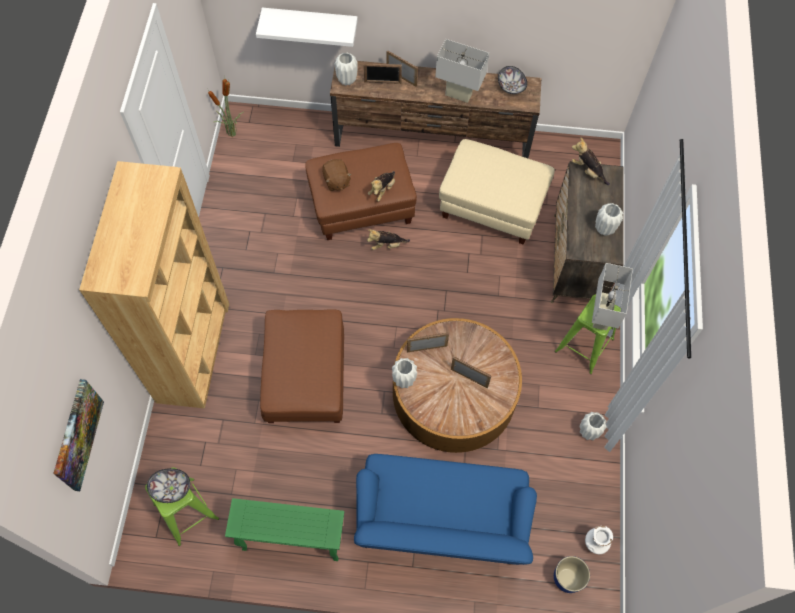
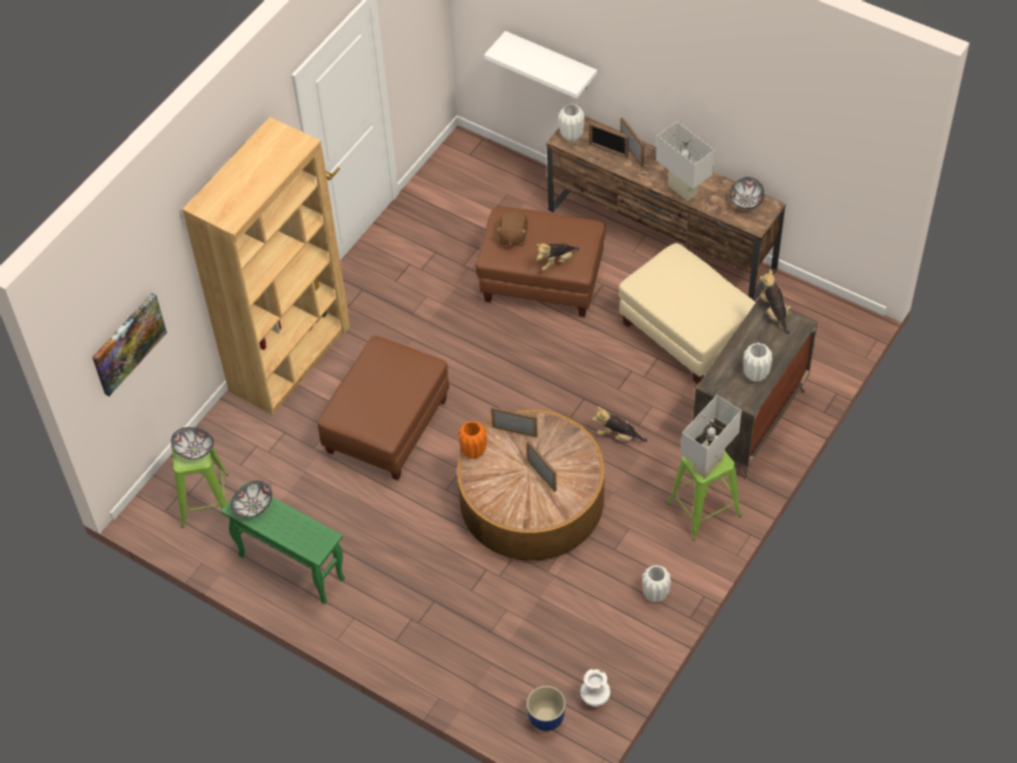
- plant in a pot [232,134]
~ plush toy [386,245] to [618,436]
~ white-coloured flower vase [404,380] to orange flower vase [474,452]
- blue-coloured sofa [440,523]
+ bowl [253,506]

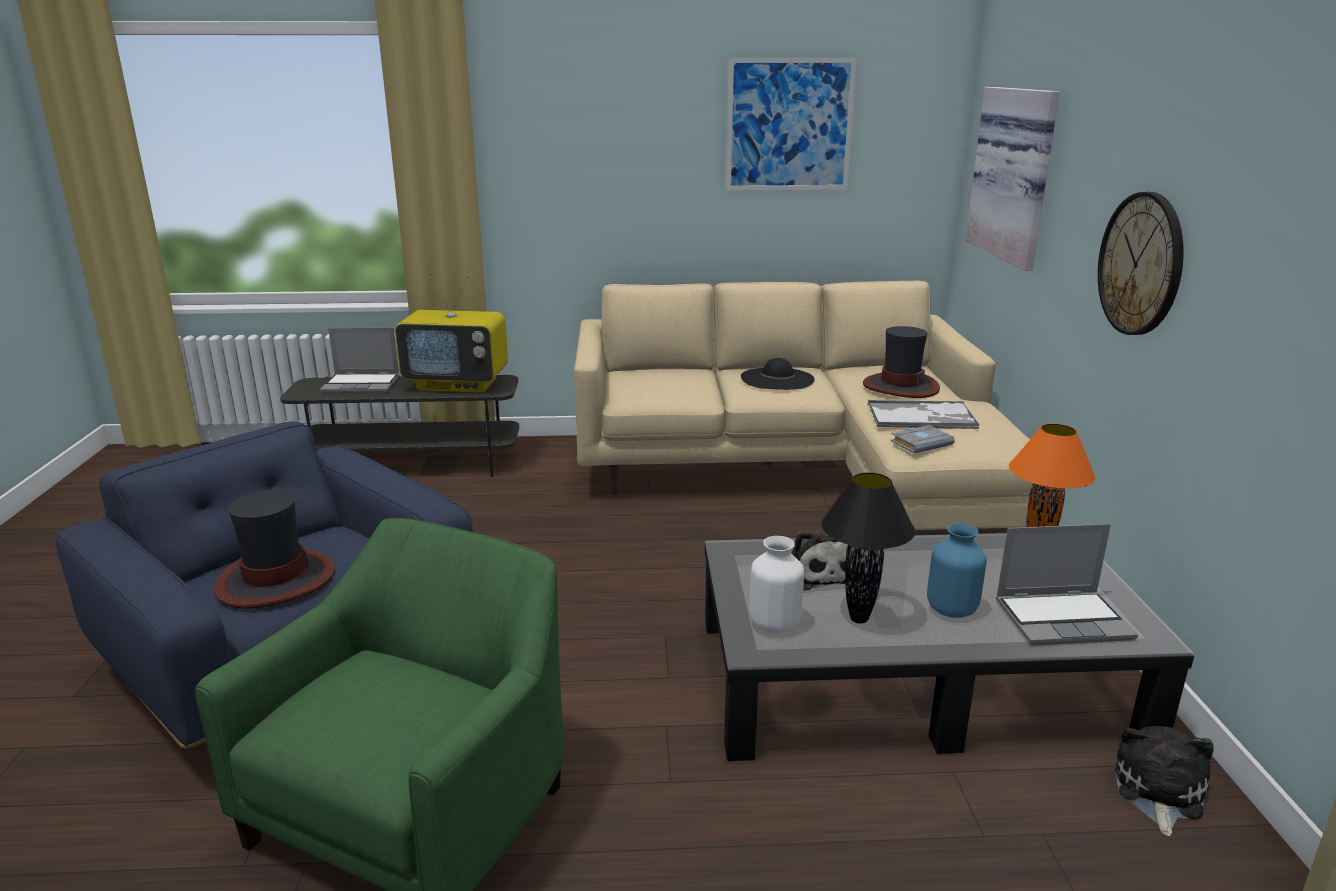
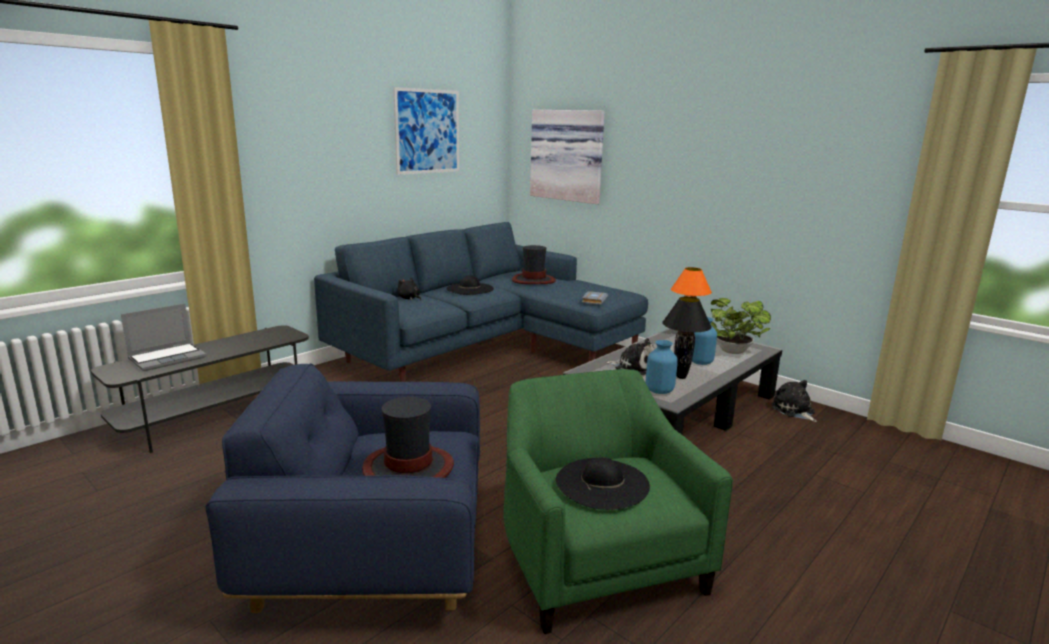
- wall clock [1141,264]
- TV [458,384]
~ beige sofa [800,477] to blue-coloured sofa [485,349]
- serving tray [922,416]
~ laptop [1063,619] to plant in a pot [734,352]
~ white-coloured flower vase [774,624] to blue-coloured flower vase [659,390]
+ blackish plush toy [409,298]
+ blackish wearable hat [602,483]

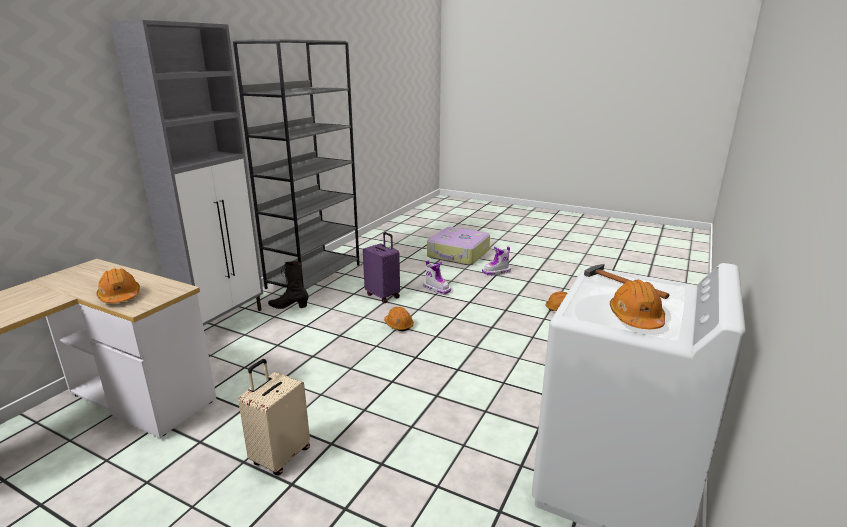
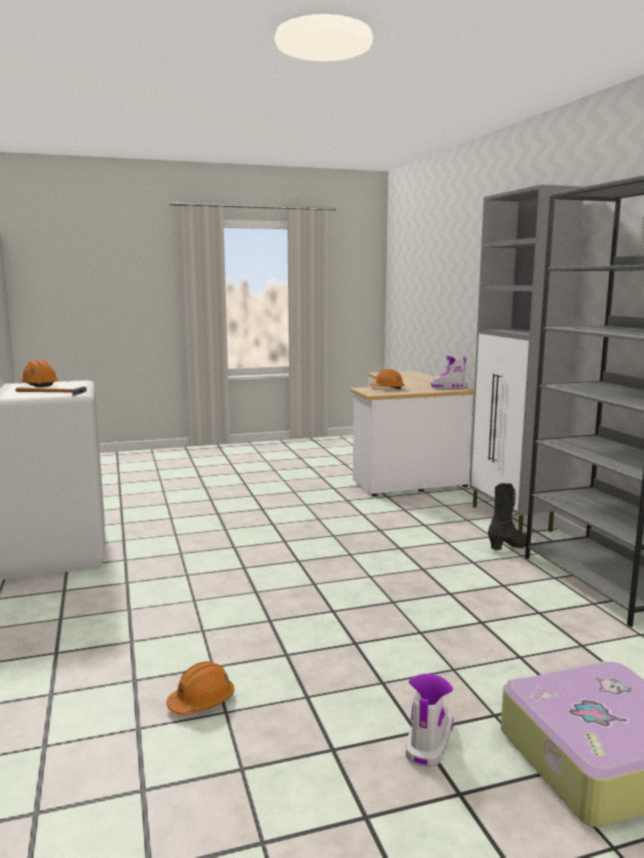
- purplish suitcase [383,295]
~ high-top boot [436,289] to [449,387]
- orange safety helmet [398,325]
- beige suitcase [280,456]

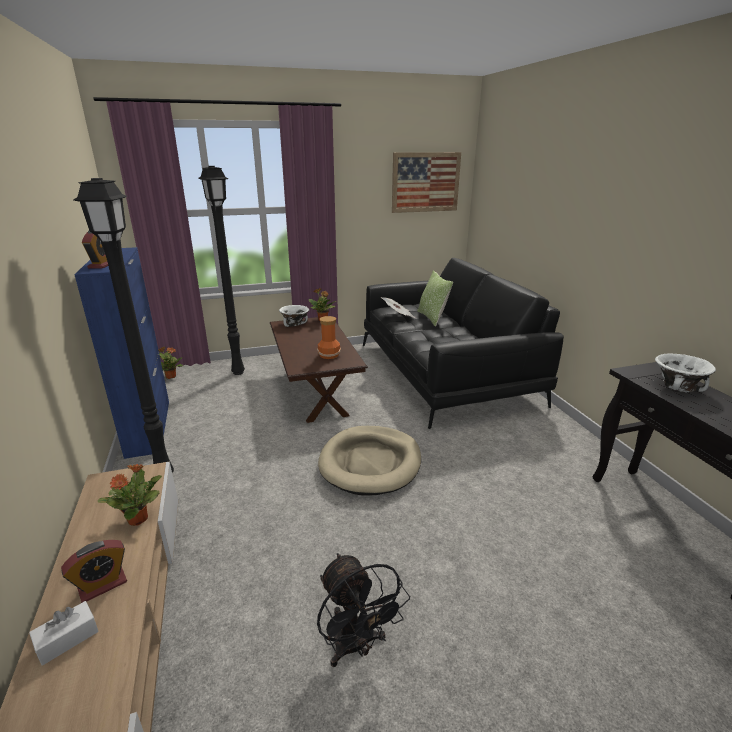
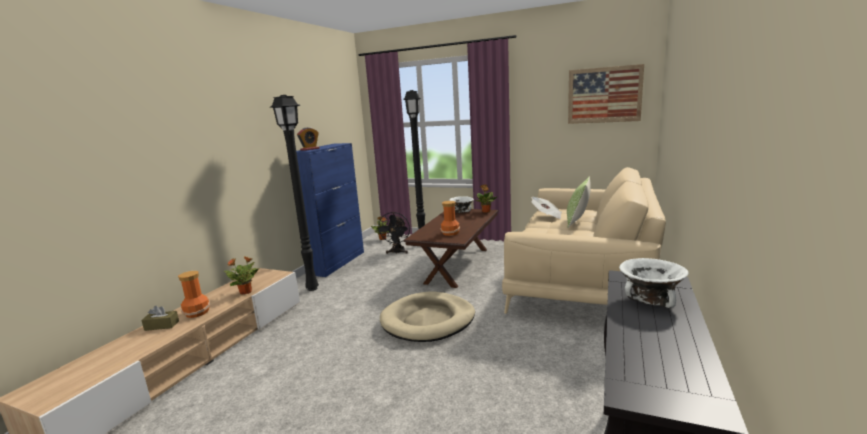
~ blackish sofa [445,373] to beige sofa [582,278]
~ table clock [102,585] to flower vase [197,312]
~ blackish cooling fan [356,646] to [397,252]
~ white-coloured box of tissues [67,639] to brown-coloured box of tissues [162,325]

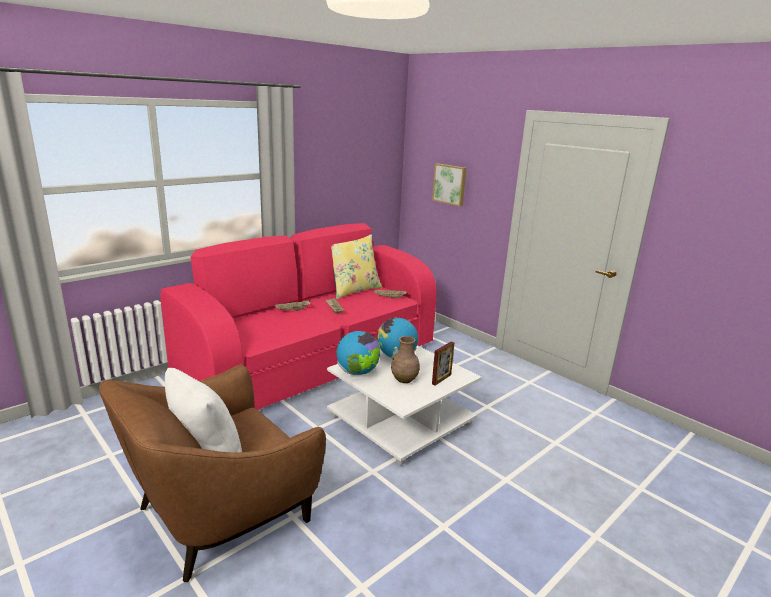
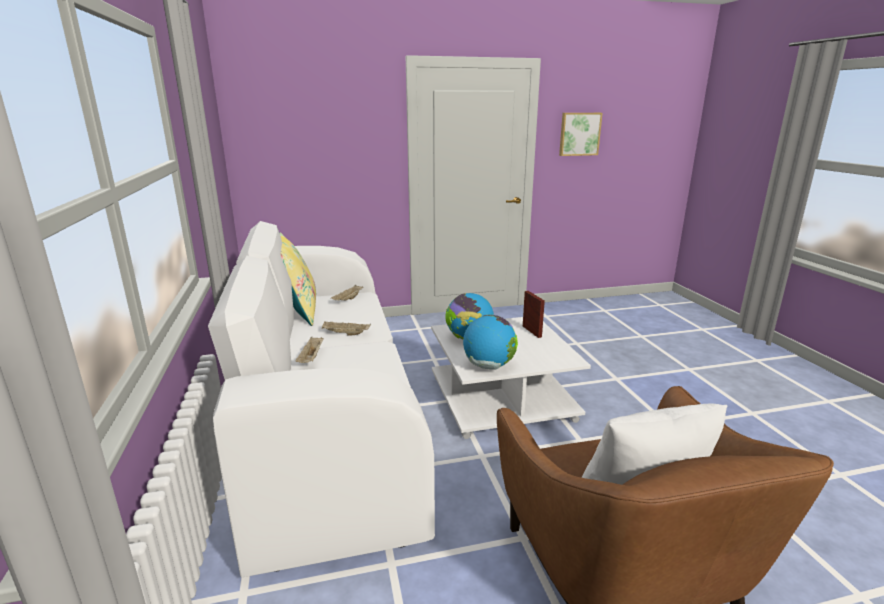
~ wall picture [450,184] to [579,134]
~ pink sofa [314,362] to white-coloured sofa [329,420]
- brown-coloured flower vase [404,379]

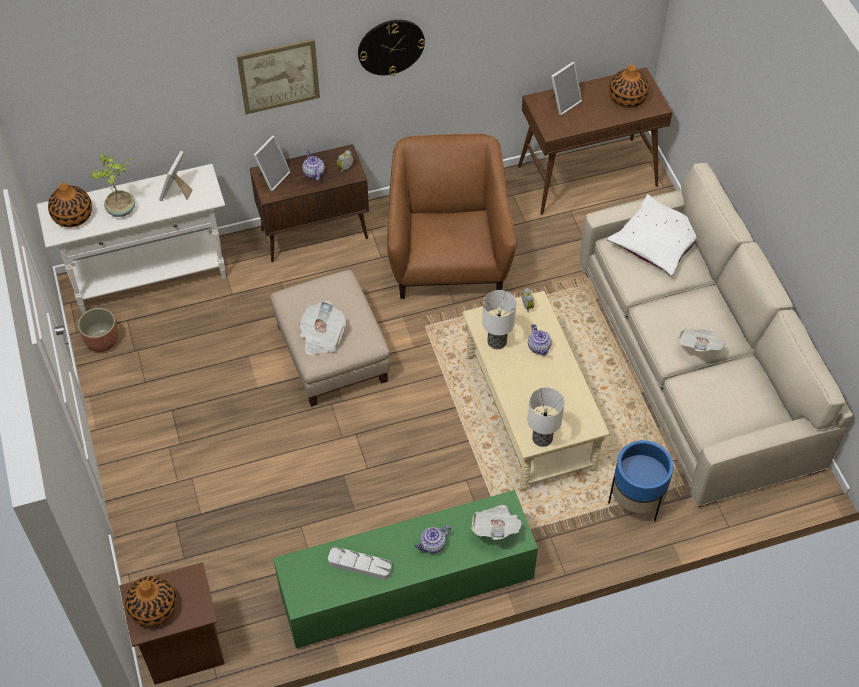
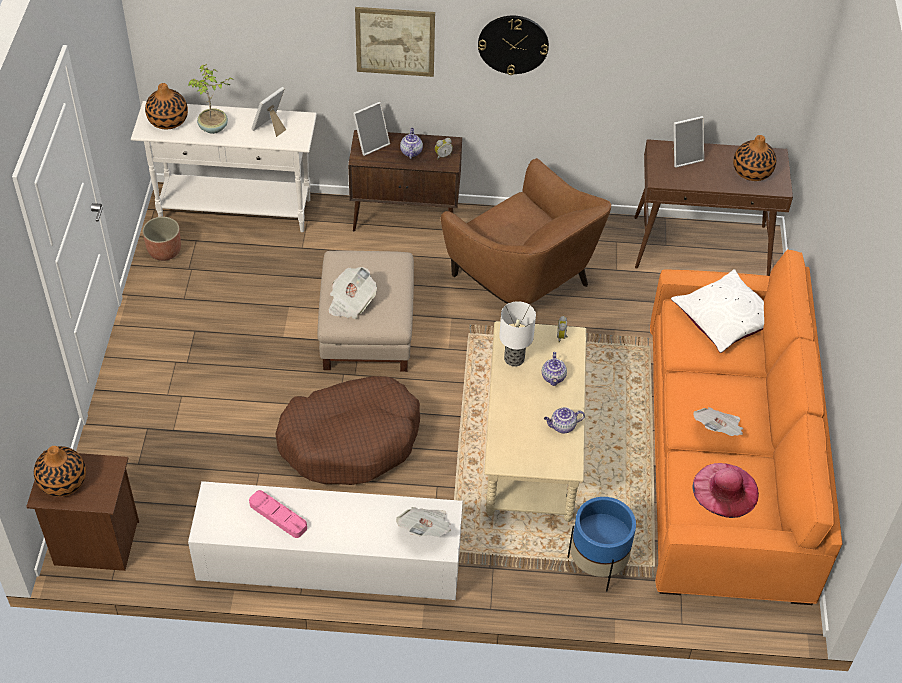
~ brown-coloured lounge chair [448,258] = [523,279] 120 degrees clockwise
~ beige sofa [696,363] to orange sofa [726,456]
- lamp for a table [542,439]
~ green-coloured tv unit [405,586] to white-coloured tv unit [328,563]
~ pot for tea [432,545] to [562,426]
~ grey serving tray [360,564] to pink serving tray [278,516]
+ brown-coloured dog bed [350,440]
+ pink wearable hat [725,490]

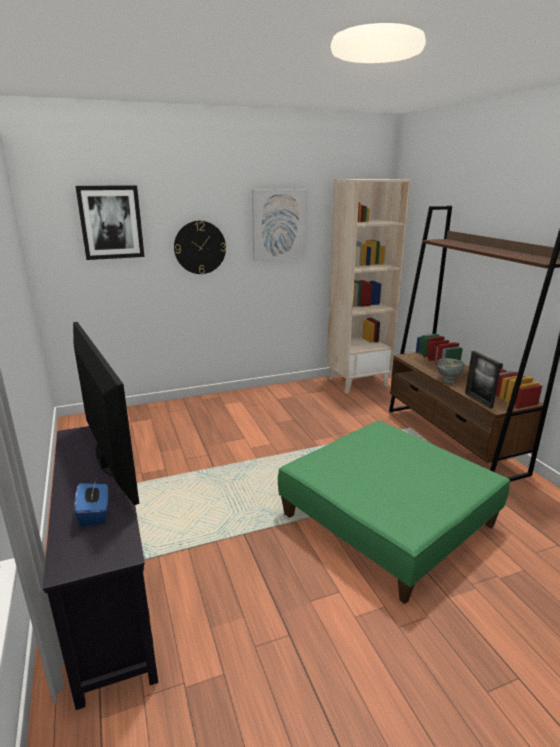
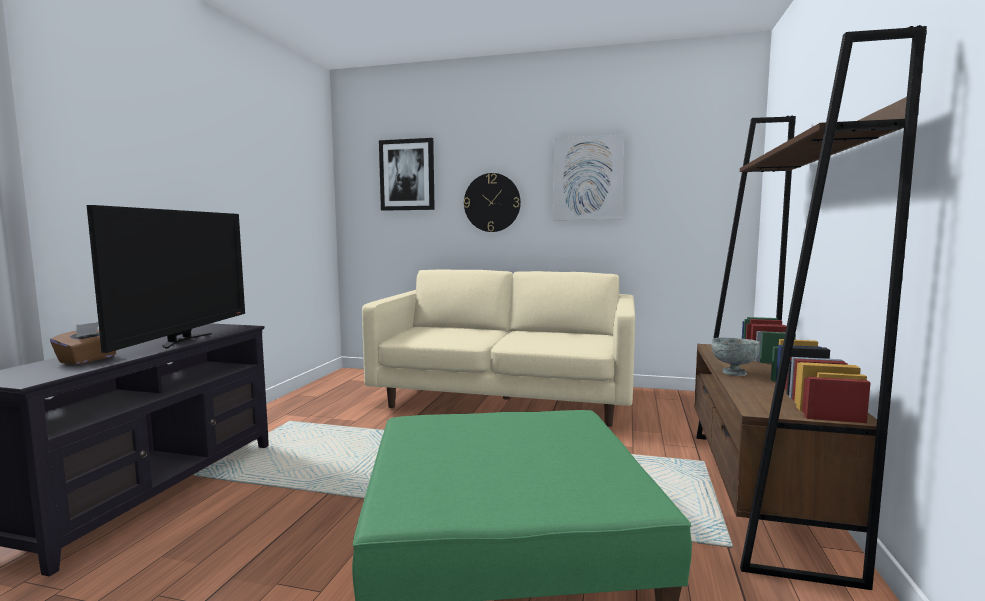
- beige shelving unit [358,382]
- standing frame [478,400]
~ blue-coloured box of tissues [95,514] to brown-coloured box of tissues [88,360]
+ beige sofa [506,398]

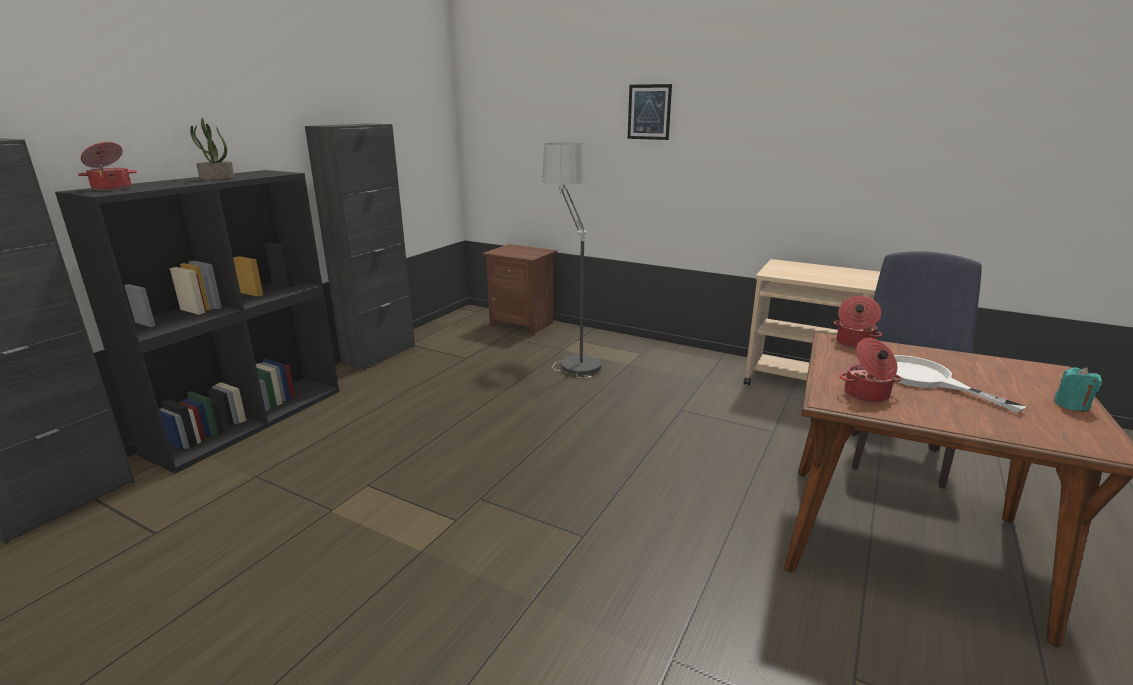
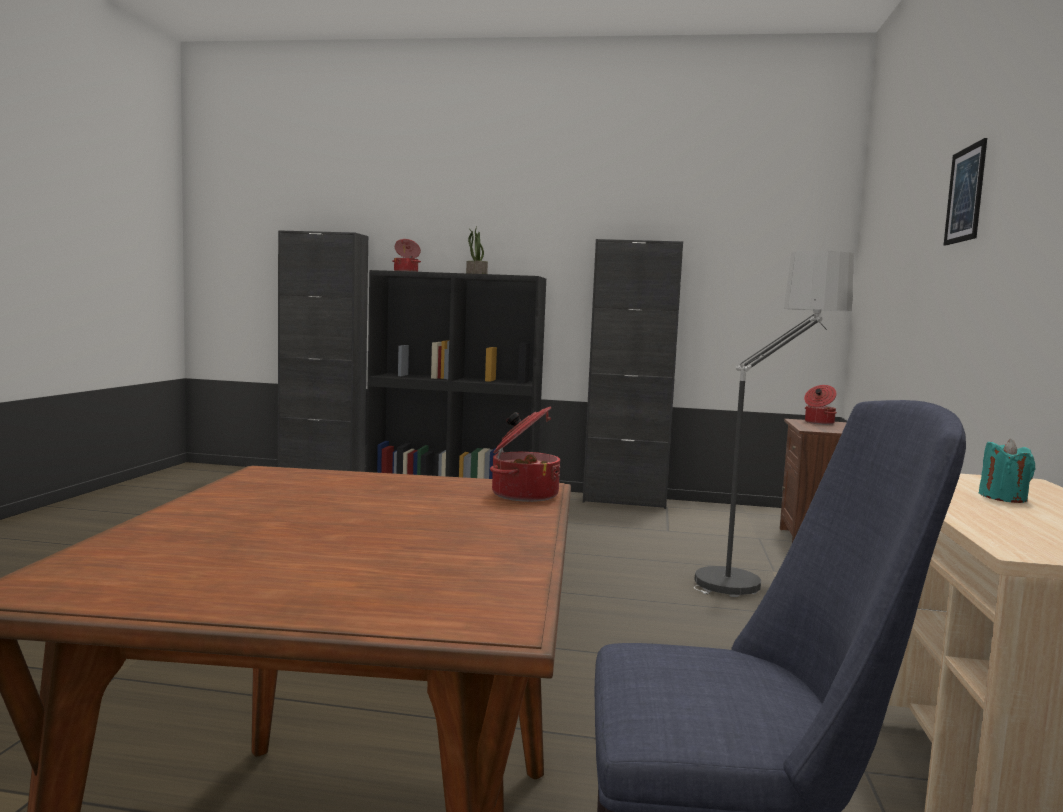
~ cooking pot [867,395] to [818,423]
- white-coloured pan [926,379]
~ turquoise-coloured candle [1071,405] to [1003,498]

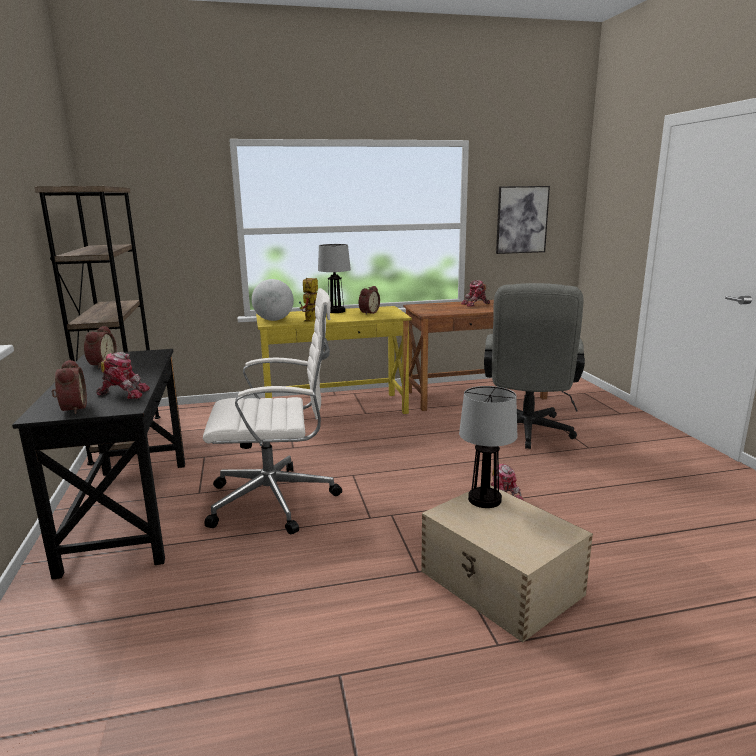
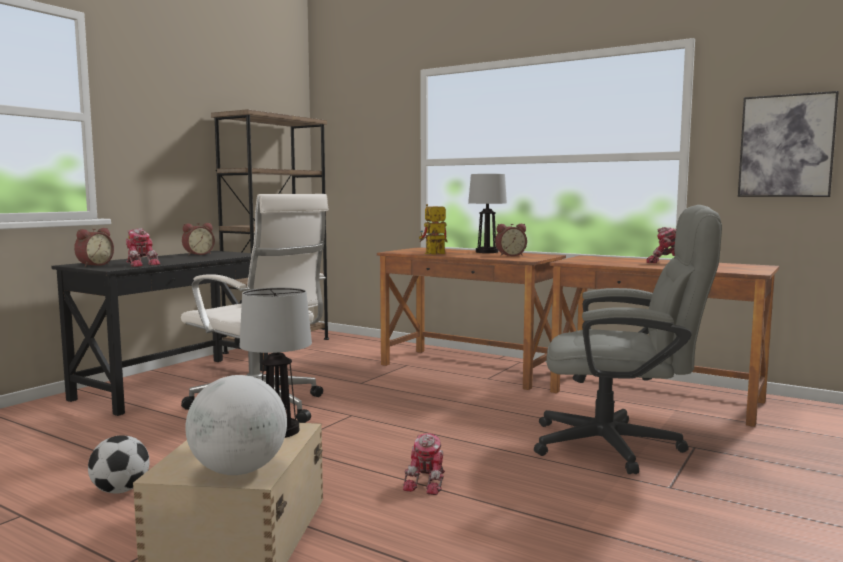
~ world globe [274,320] to [239,470]
~ grey computer chair [526,433] = [621,446] 135 degrees counterclockwise
~ yellow desk [335,409] to brown-coloured desk [468,368]
+ football [120,490]

